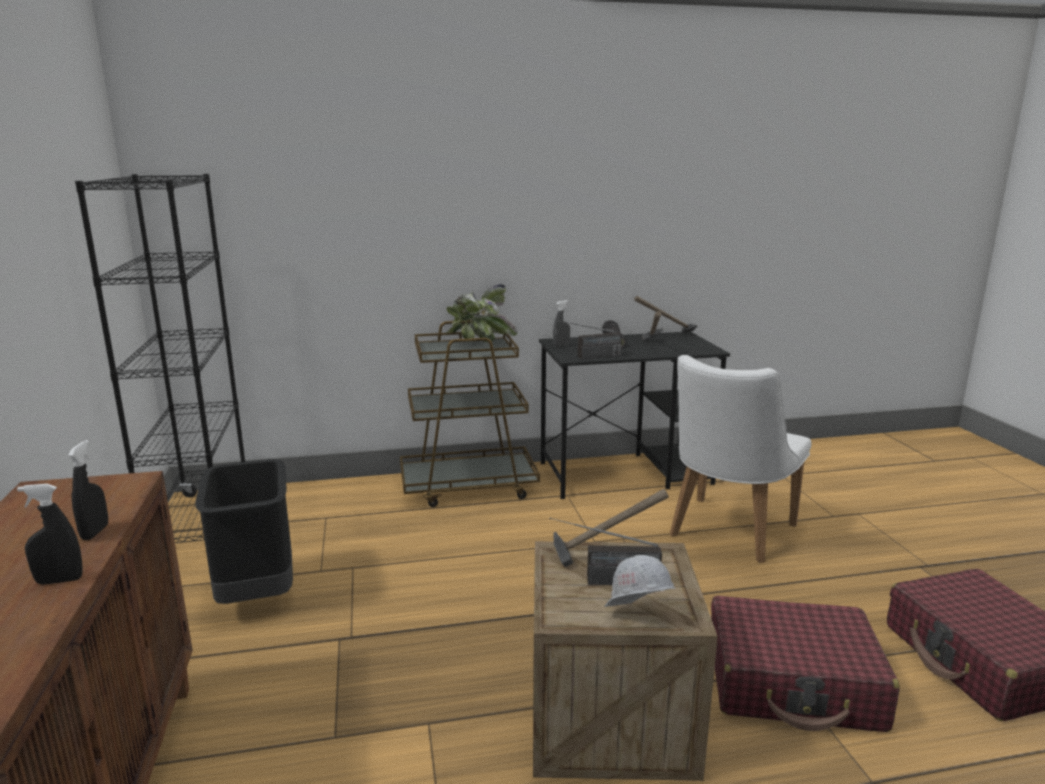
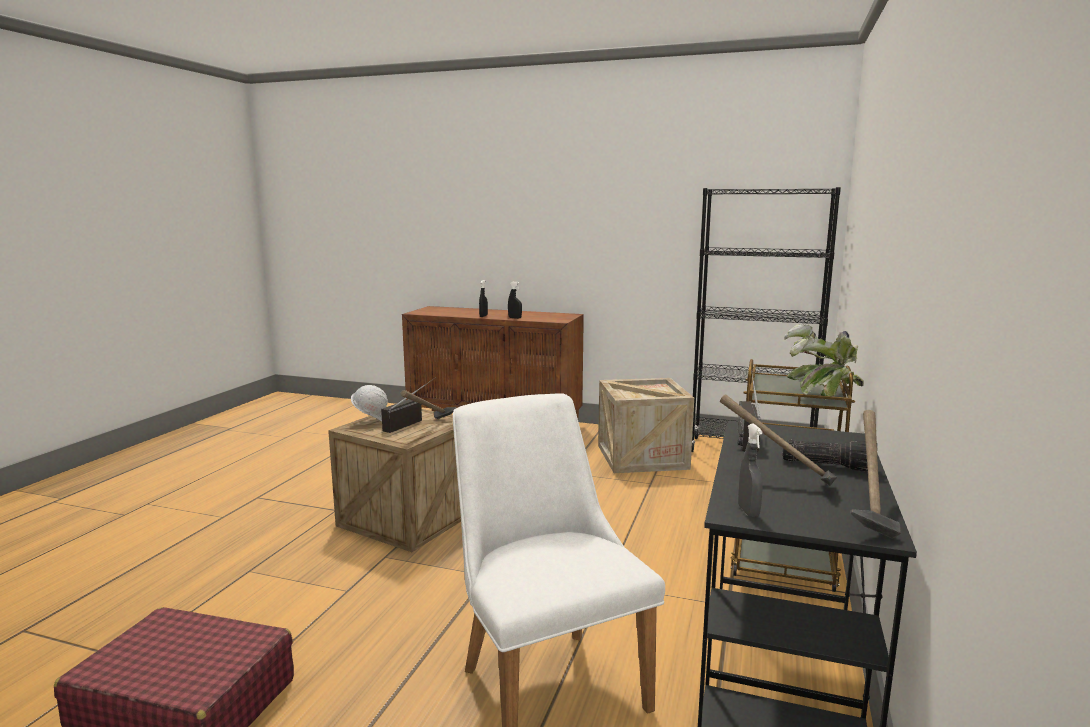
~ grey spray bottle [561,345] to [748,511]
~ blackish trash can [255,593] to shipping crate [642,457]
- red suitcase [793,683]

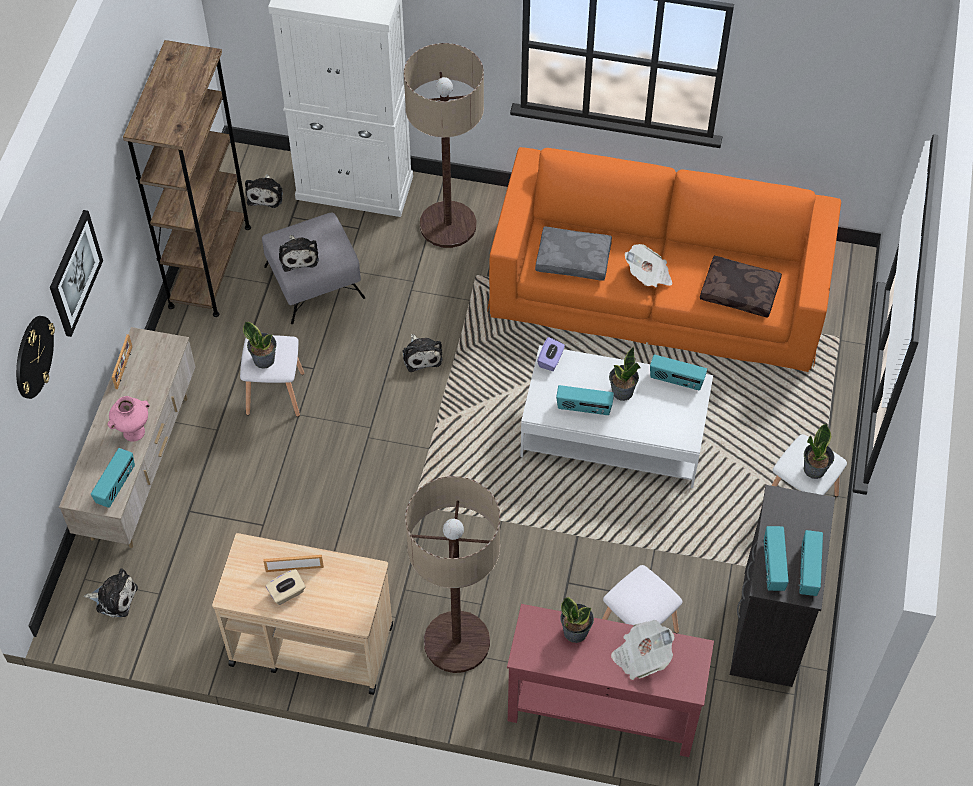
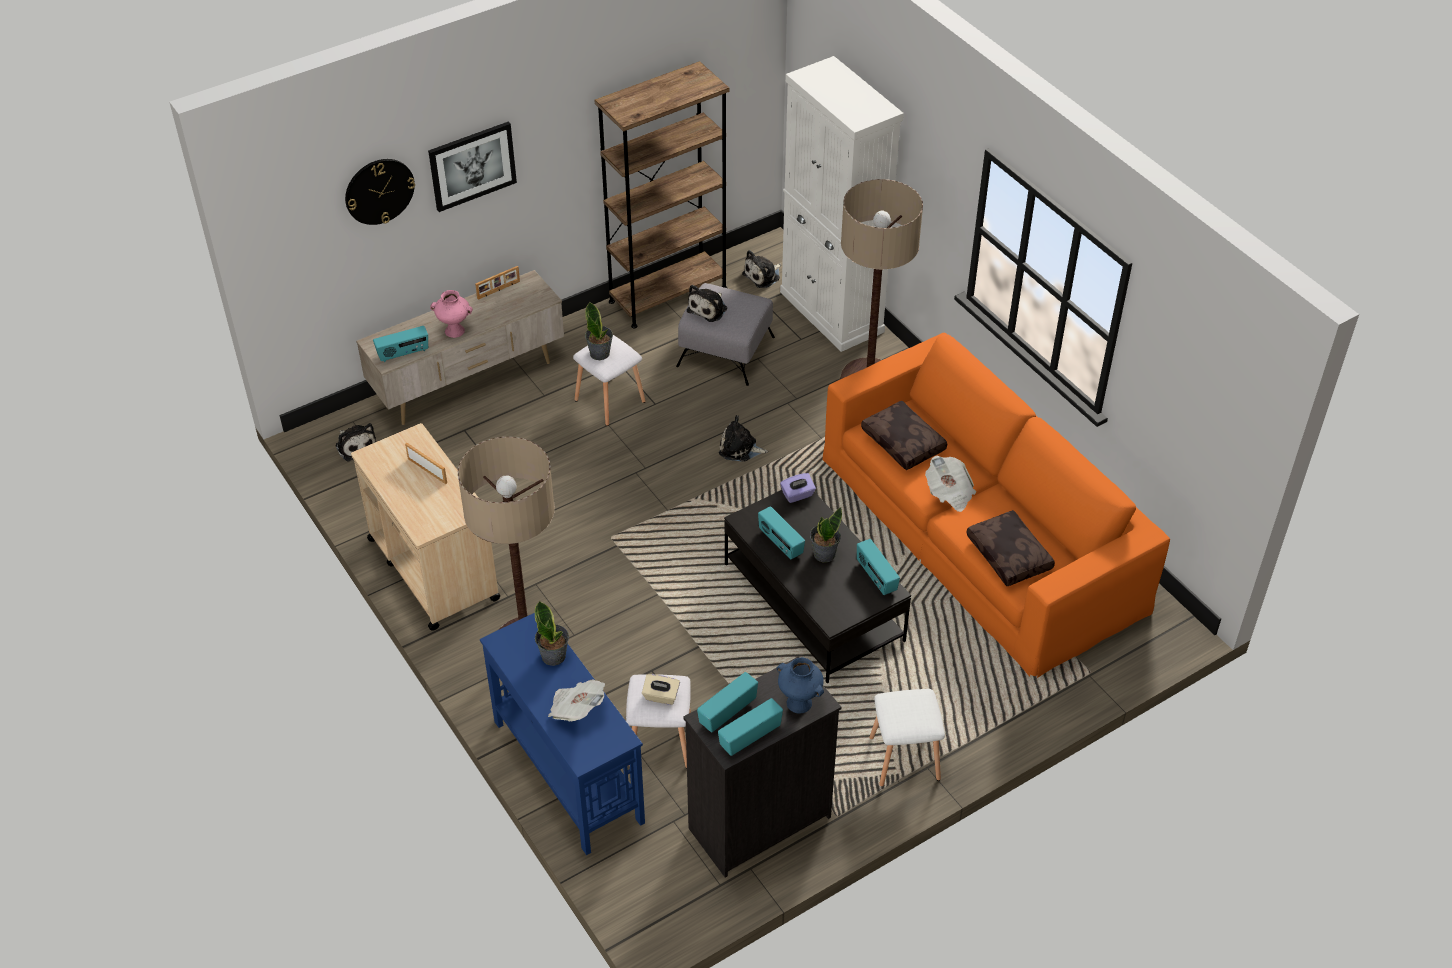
~ grey cushion [574,258] to brown-coloured cushion [904,442]
~ plush toy [421,355] = [740,449] 75 degrees clockwise
~ white-coloured low table [614,435] to blackish low table [814,602]
- plant in a pot [814,469]
~ beige box of tissues [287,593] to [661,696]
~ red console table [602,708] to blue-coloured console table [568,770]
+ blue-coloured flower vase [800,703]

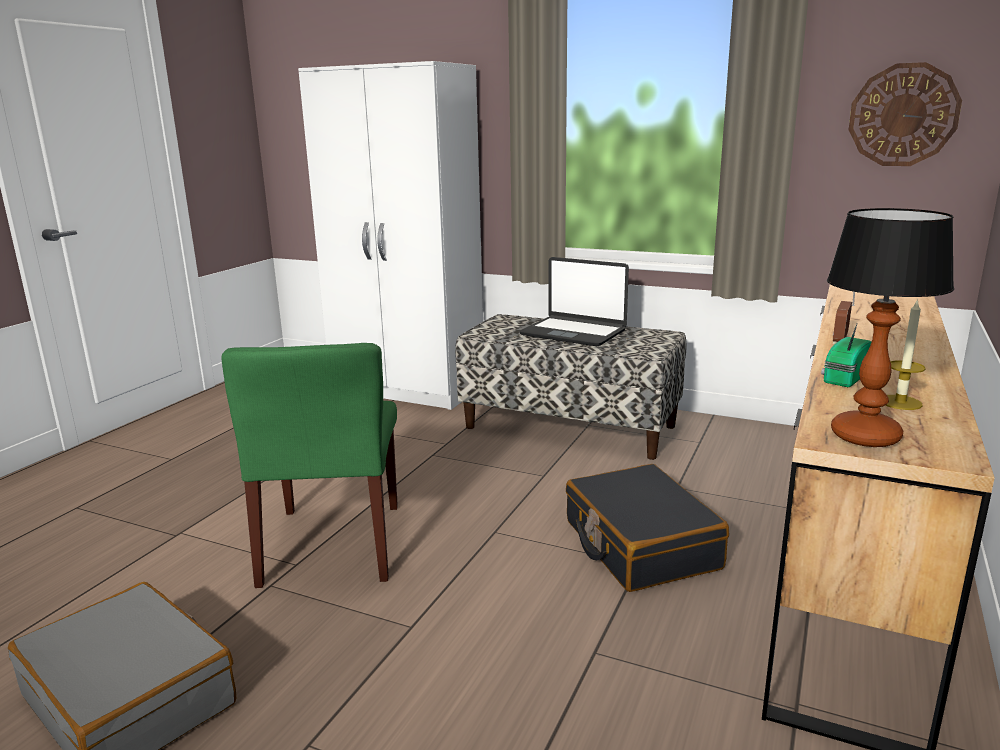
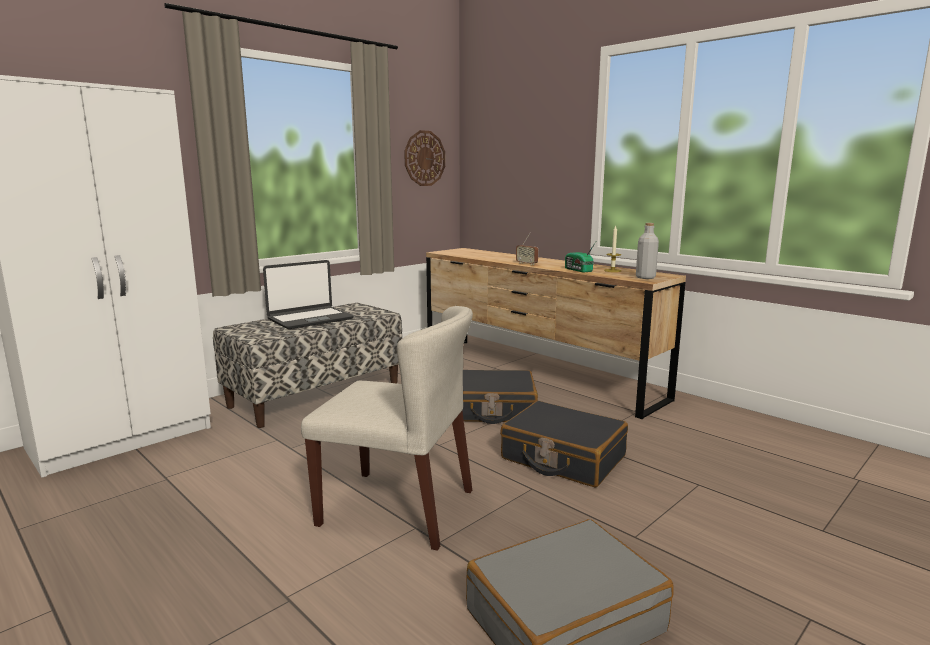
~ lamp for a table [866,436] to grey beverage bottle [645,277]
~ green-coloured plain chair [333,544] to beige plain chair [398,507]
+ blackish suitcase [562,458]

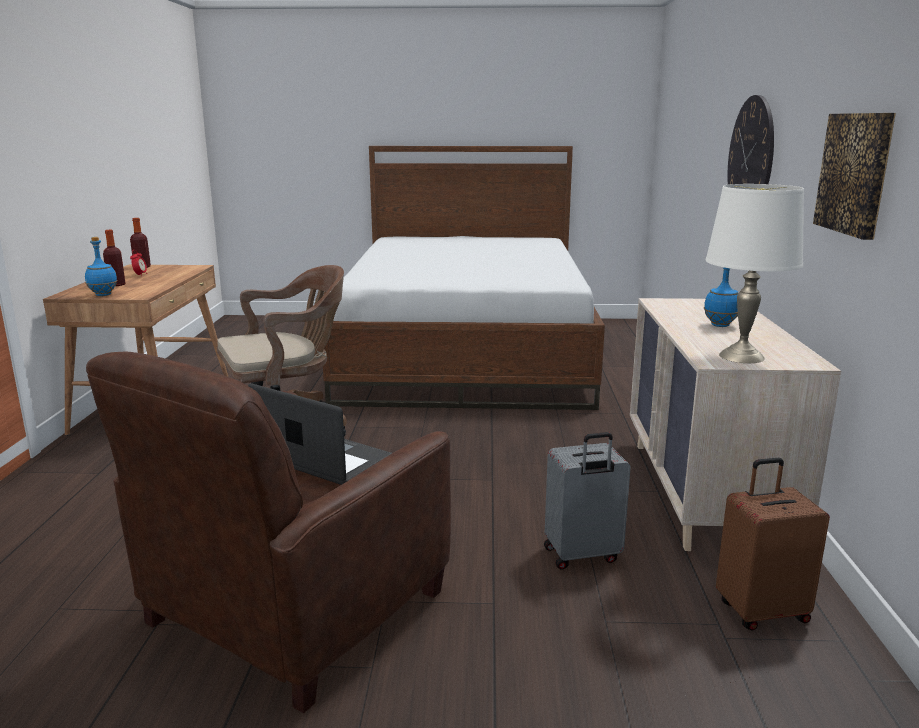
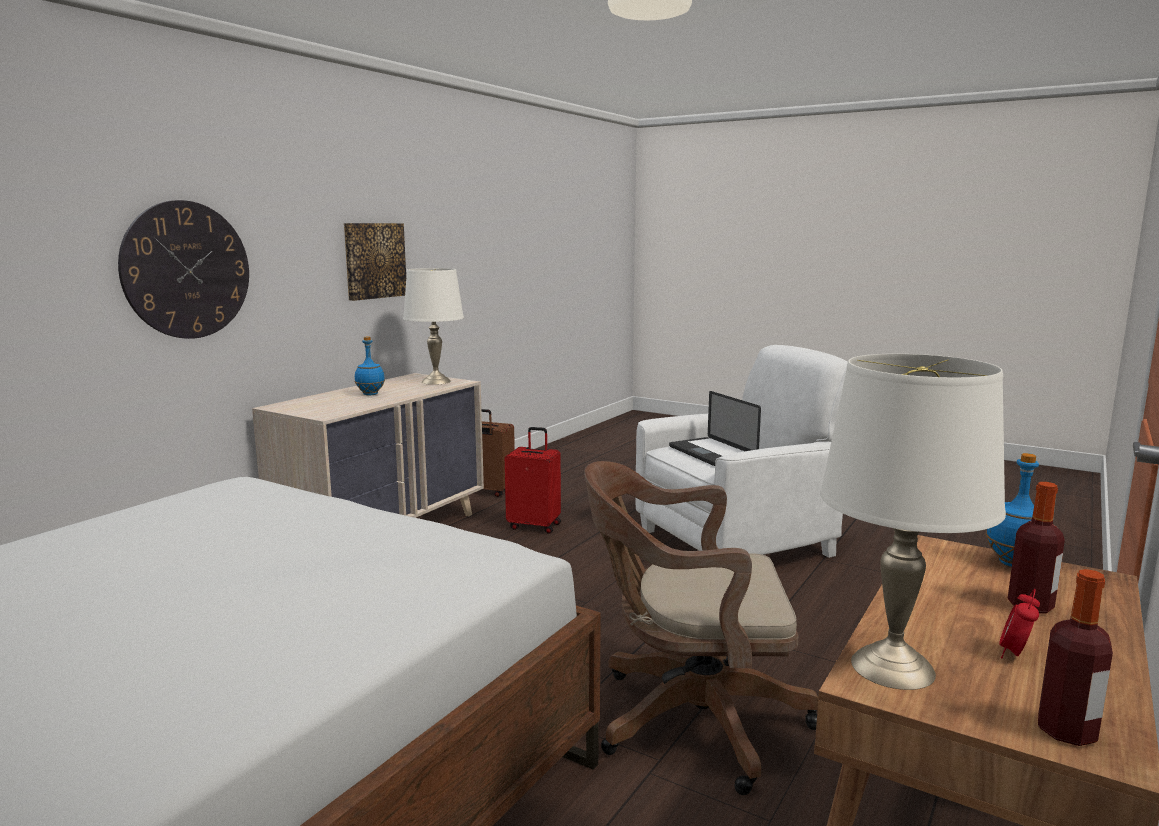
~ brown-coloured lounge chair [294,609] to white-coloured lounge chair [737,542]
~ grey suitcase [582,555] to red suitcase [535,525]
+ white-coloured lamp for a table [892,668]

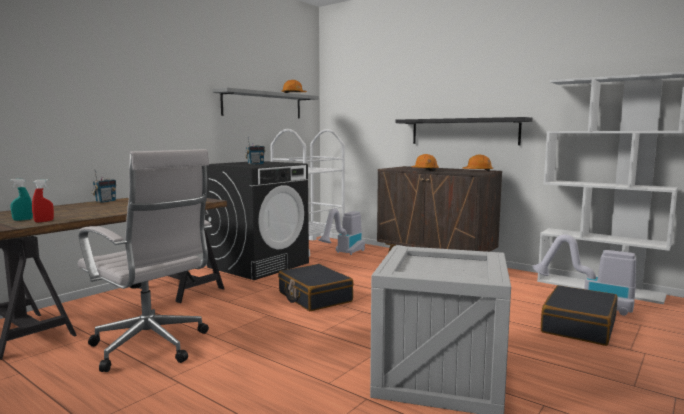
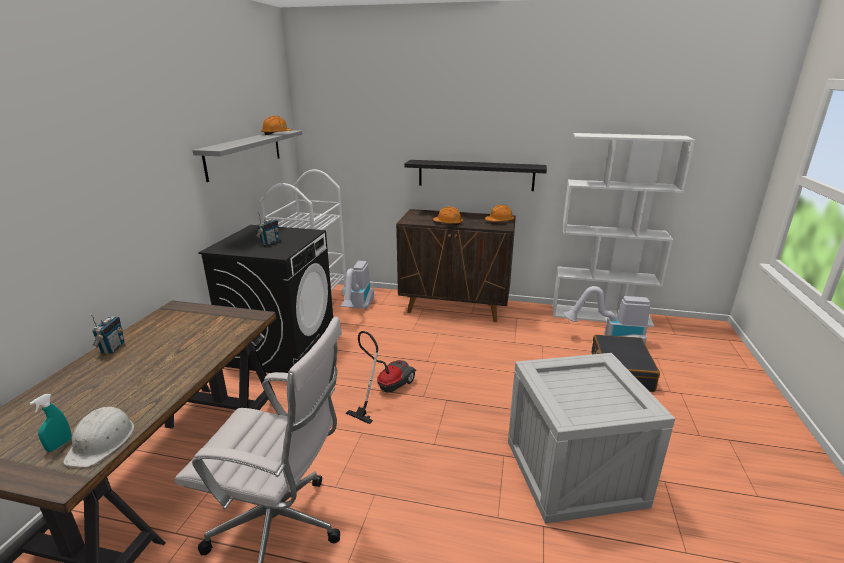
~ red spray bottle [44,221] to white-coloured safety helmet [102,442]
~ blackish suitcase [314,297] to vacuum [385,390]

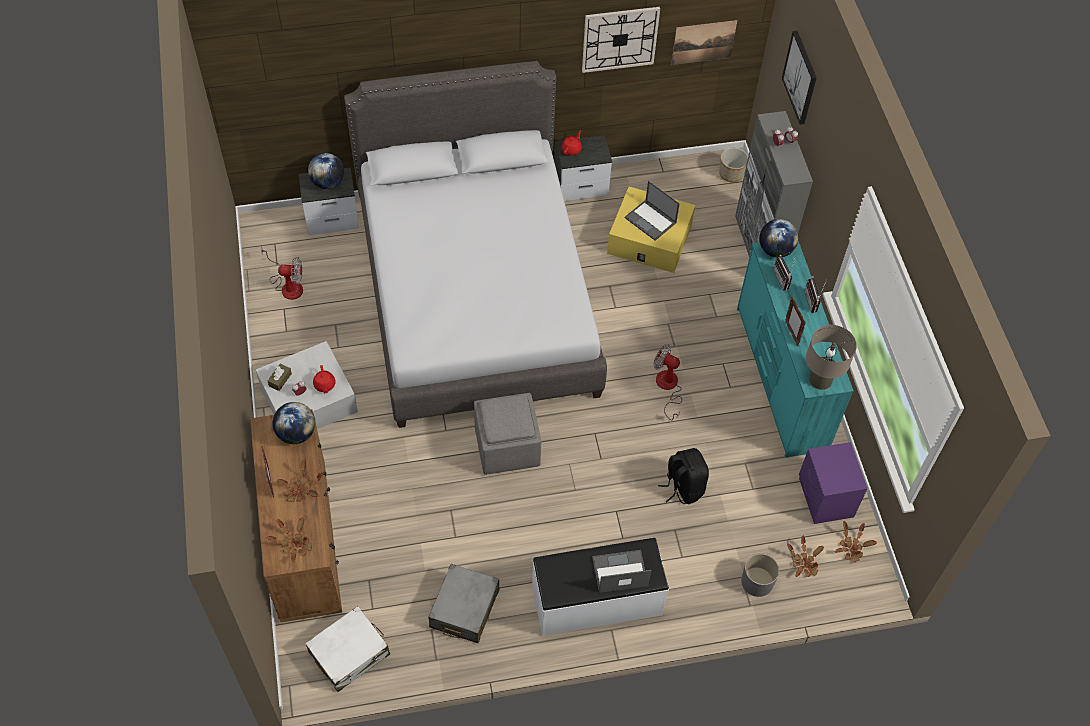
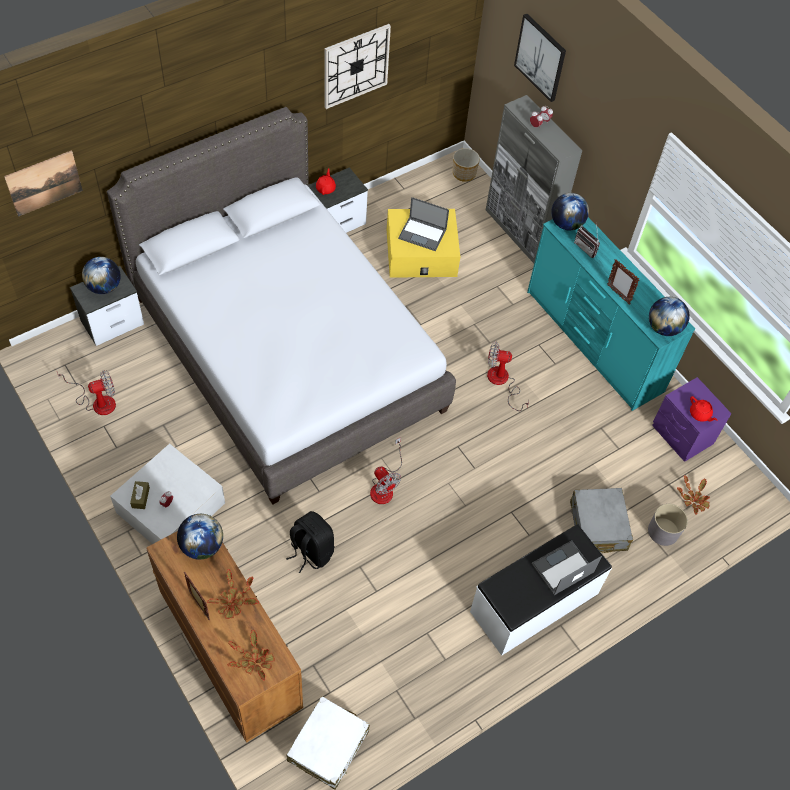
~ wall picture [703,42] to [44,183]
- radio set [814,301]
~ beige lamp for a table [820,380] to world globe [663,328]
~ red pot for tea [324,385] to [700,414]
~ grey ottoman [507,446] to cooling fan [384,486]
~ blackish knapsack [683,487] to [310,551]
- plant in a pot [851,547]
~ grey suitcase [464,609] to [598,526]

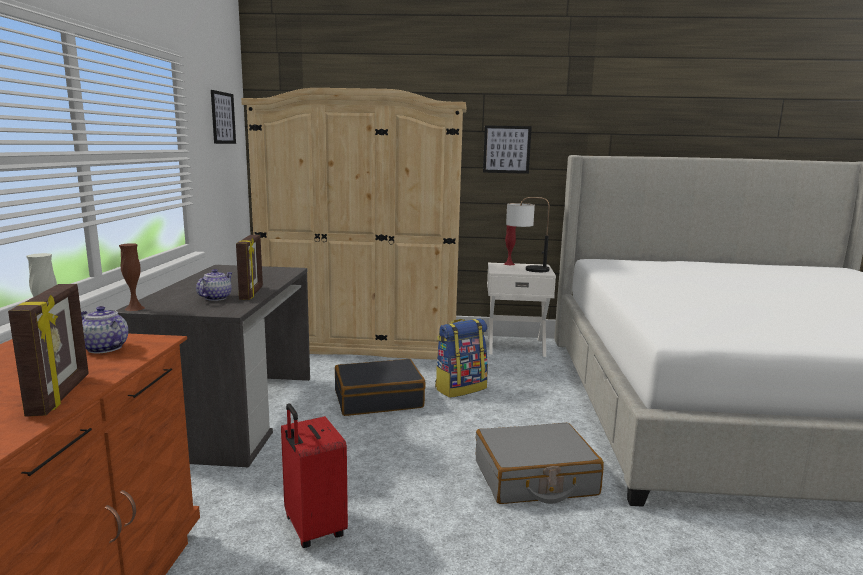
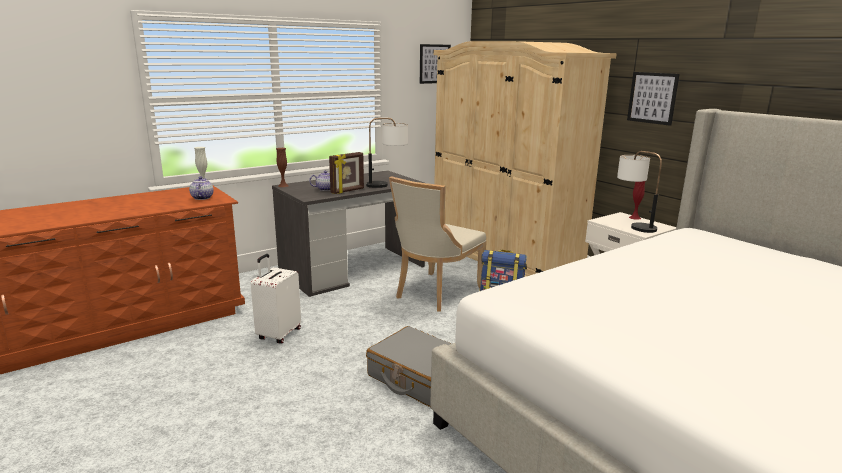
- standing frame [61,395]
~ blackish suitcase [378,399] to beige plain chair [435,293]
~ red suitcase [313,528] to white-coloured suitcase [278,334]
+ lamp for a table [387,185]

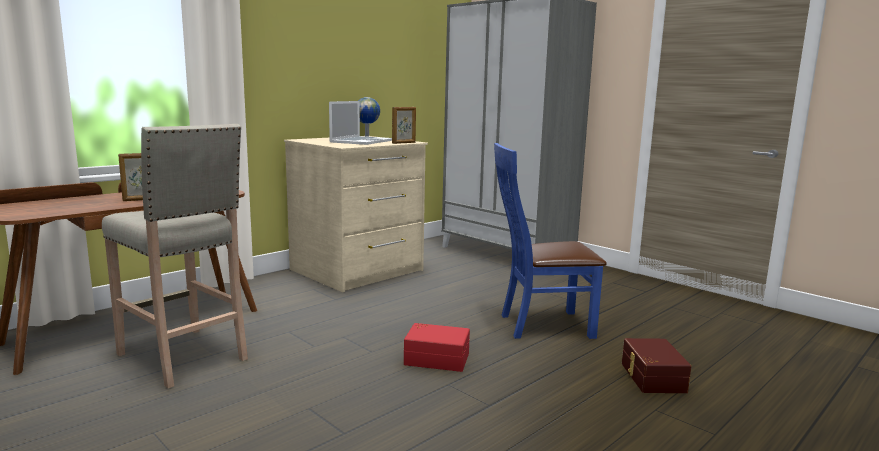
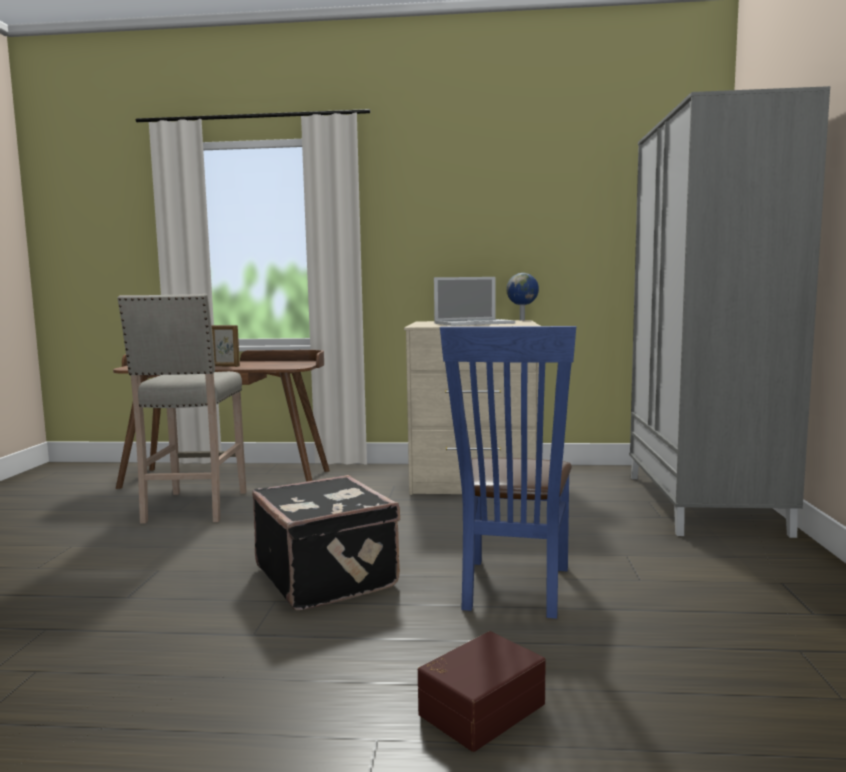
- standing frame [404,143]
~ blue-coloured plain chair [540,325] = [513,590] 120 degrees counterclockwise
~ red storage bin [437,358] to blackish suitcase [328,576]

